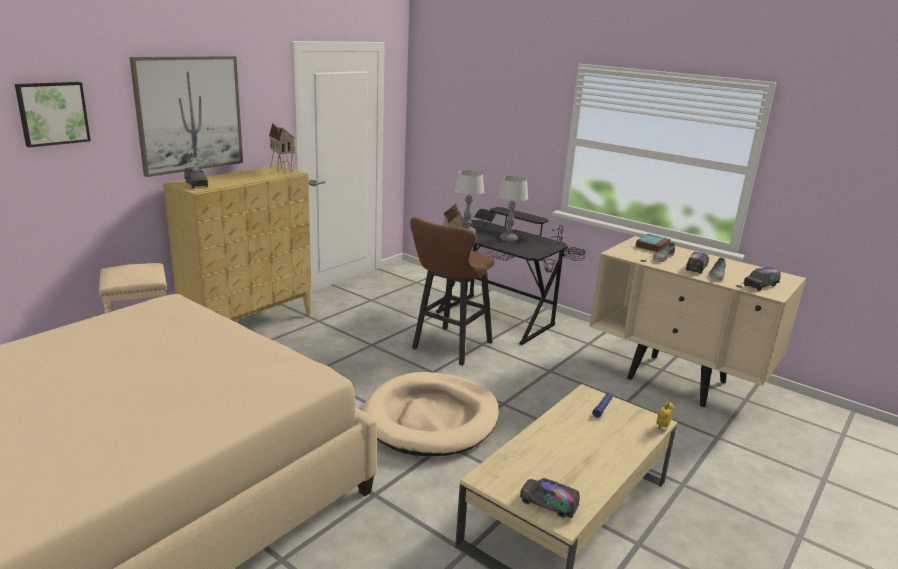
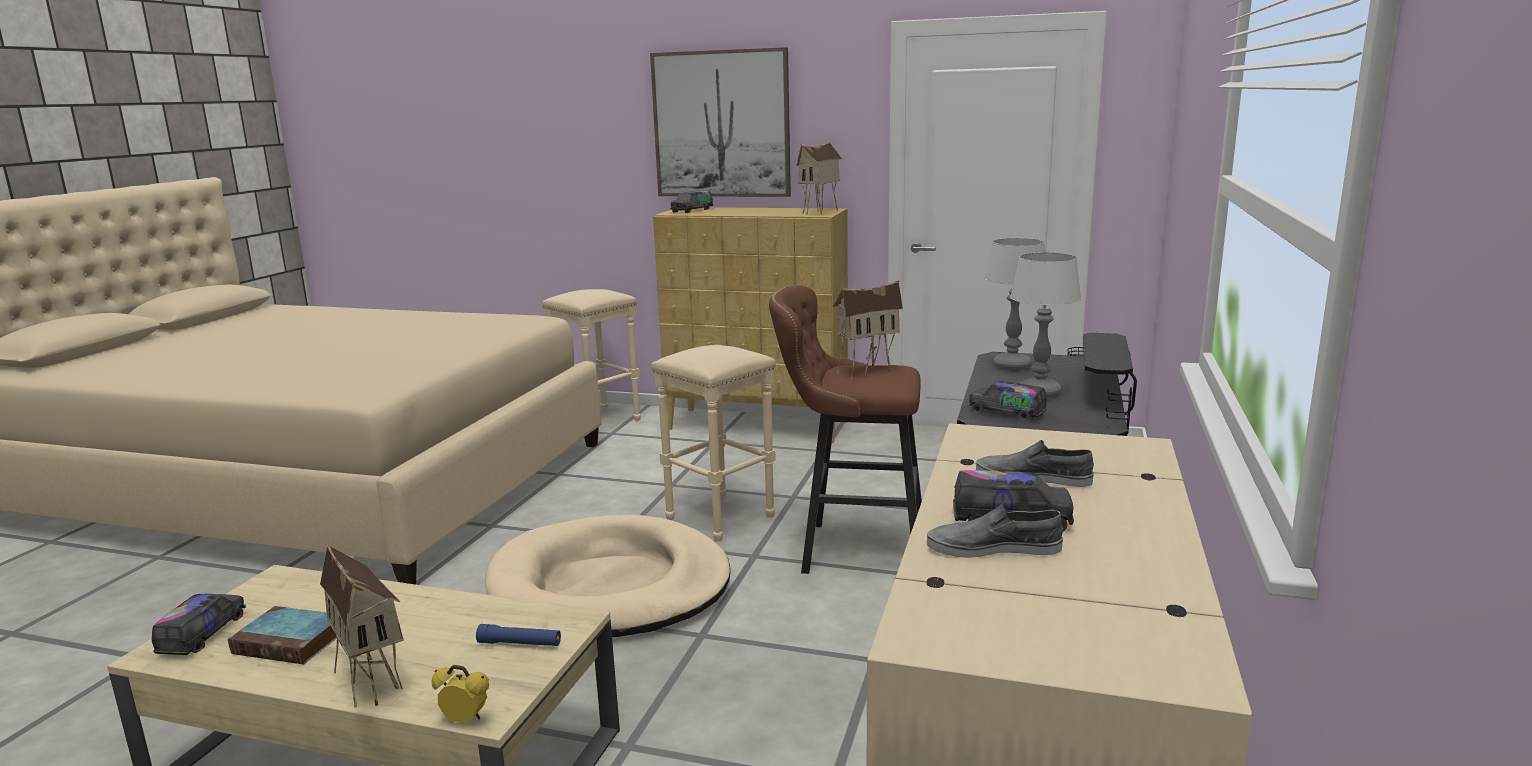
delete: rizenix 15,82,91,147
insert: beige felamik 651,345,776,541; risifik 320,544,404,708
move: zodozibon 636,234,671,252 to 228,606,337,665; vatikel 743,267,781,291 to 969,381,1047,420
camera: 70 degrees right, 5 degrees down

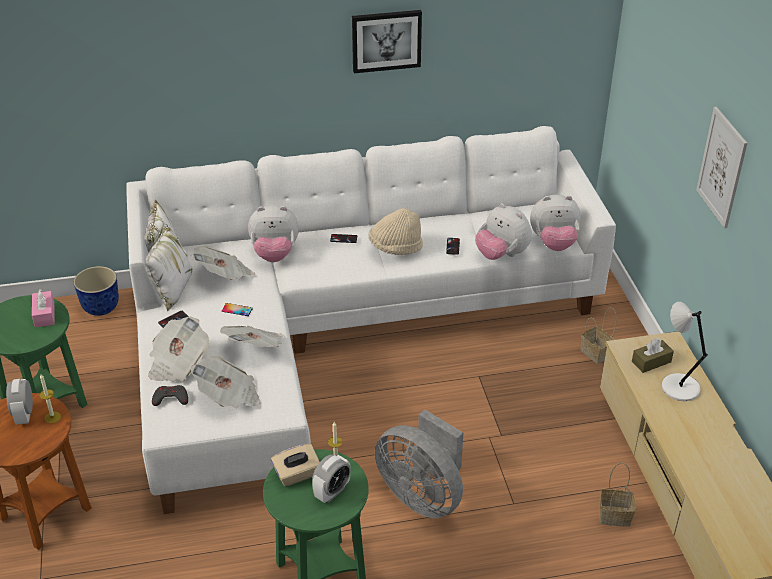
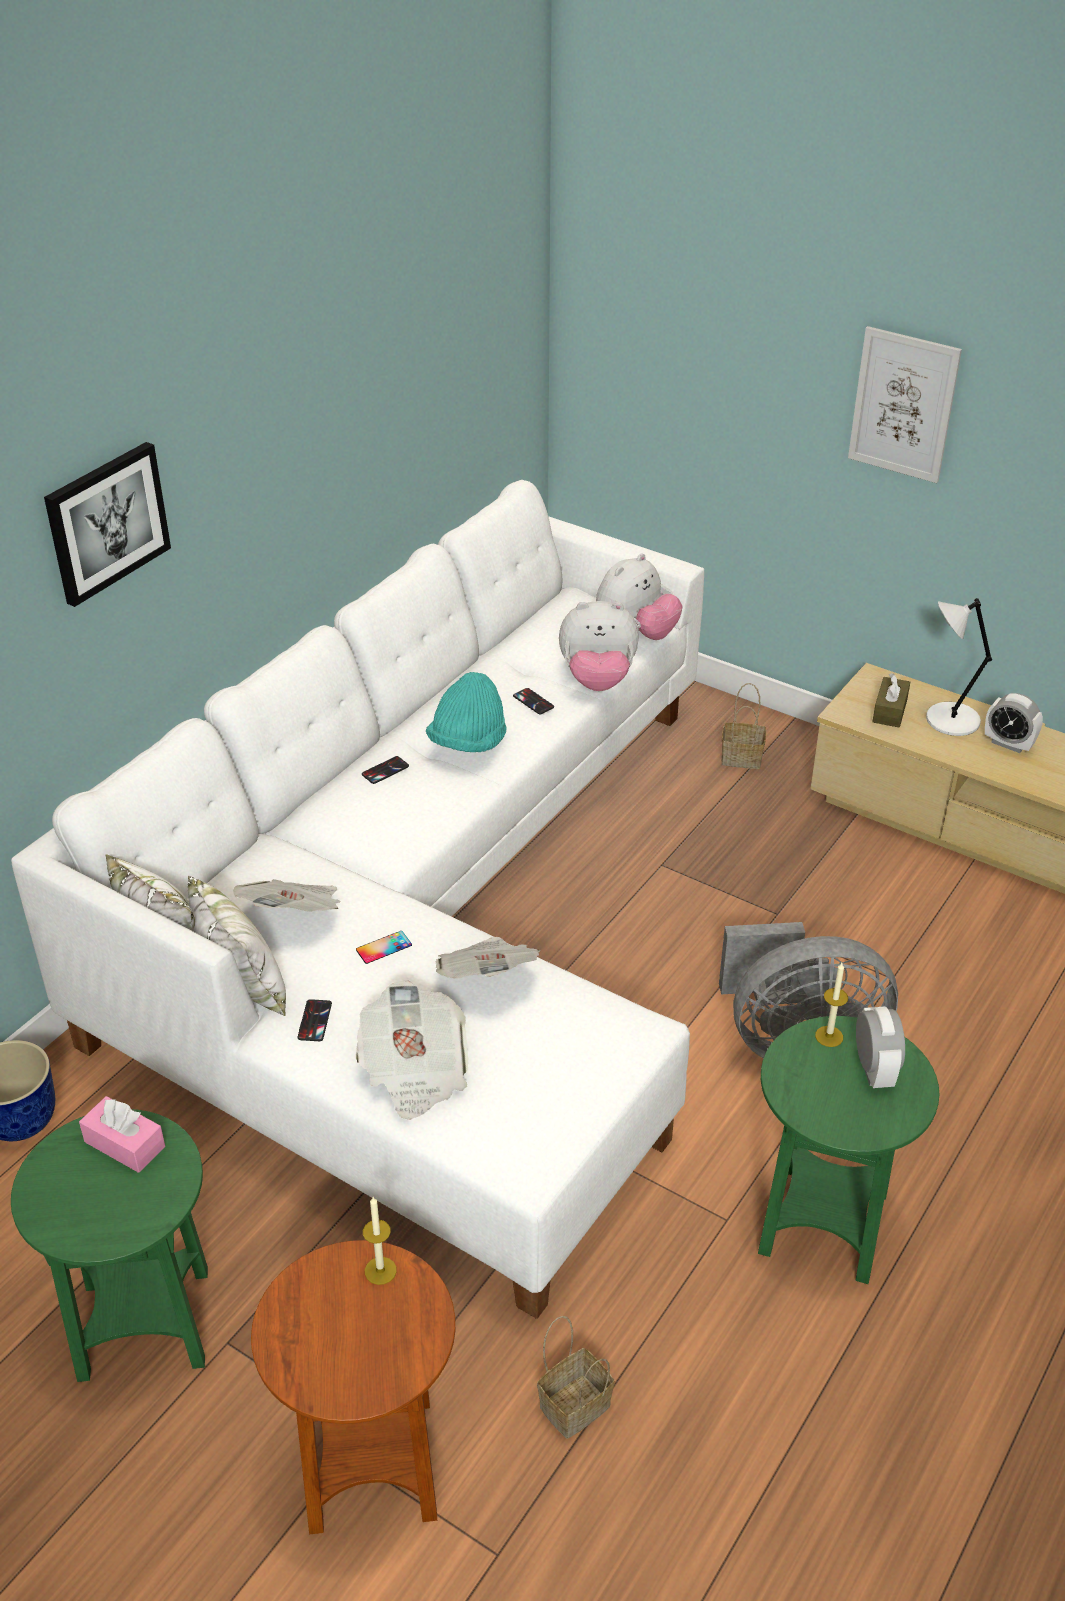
delete: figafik 248,205,299,262; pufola 191,356,261,408; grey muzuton 152,385,188,406; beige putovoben 271,444,320,487
move: rizenix 352,10,422,73 to 44,442,171,607; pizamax 6,379,33,425 to 985,693,1043,753; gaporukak 599,463,635,527 to 537,1316,614,1439
recolor: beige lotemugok 369,208,423,255 to turquoise lotemugok 426,672,507,752
camera: 45 degrees left, 0 degrees up

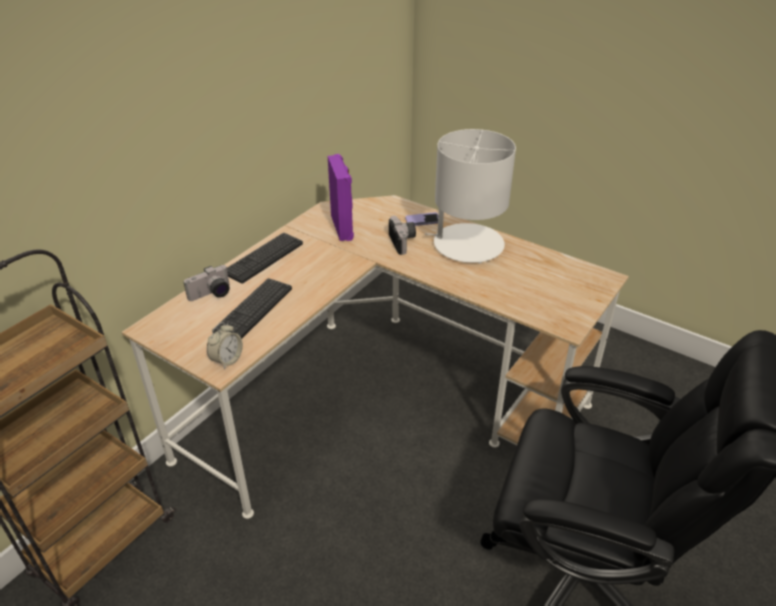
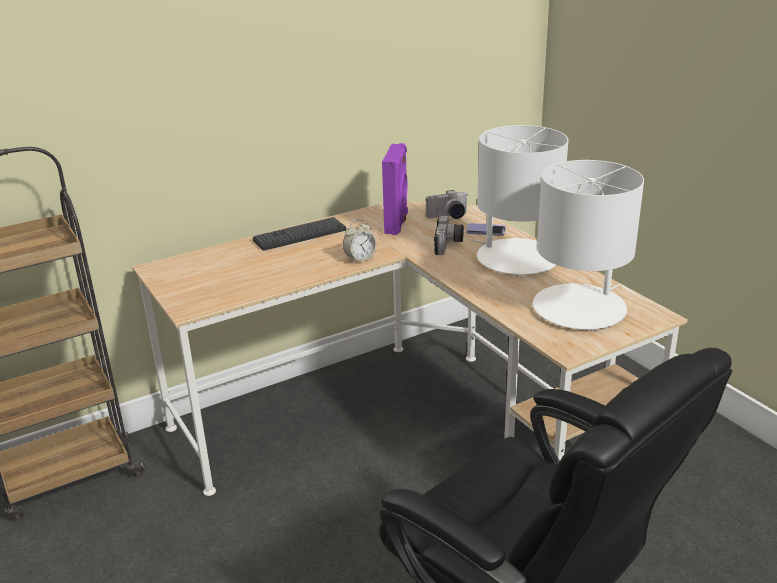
delete: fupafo 212,278,292,339
insert: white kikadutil 533,160,644,332
move: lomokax 184,265,230,301 to 426,190,467,219; pizamax 207,322,243,369 to 343,220,377,264
camera: 25 degrees right, 10 degrees down

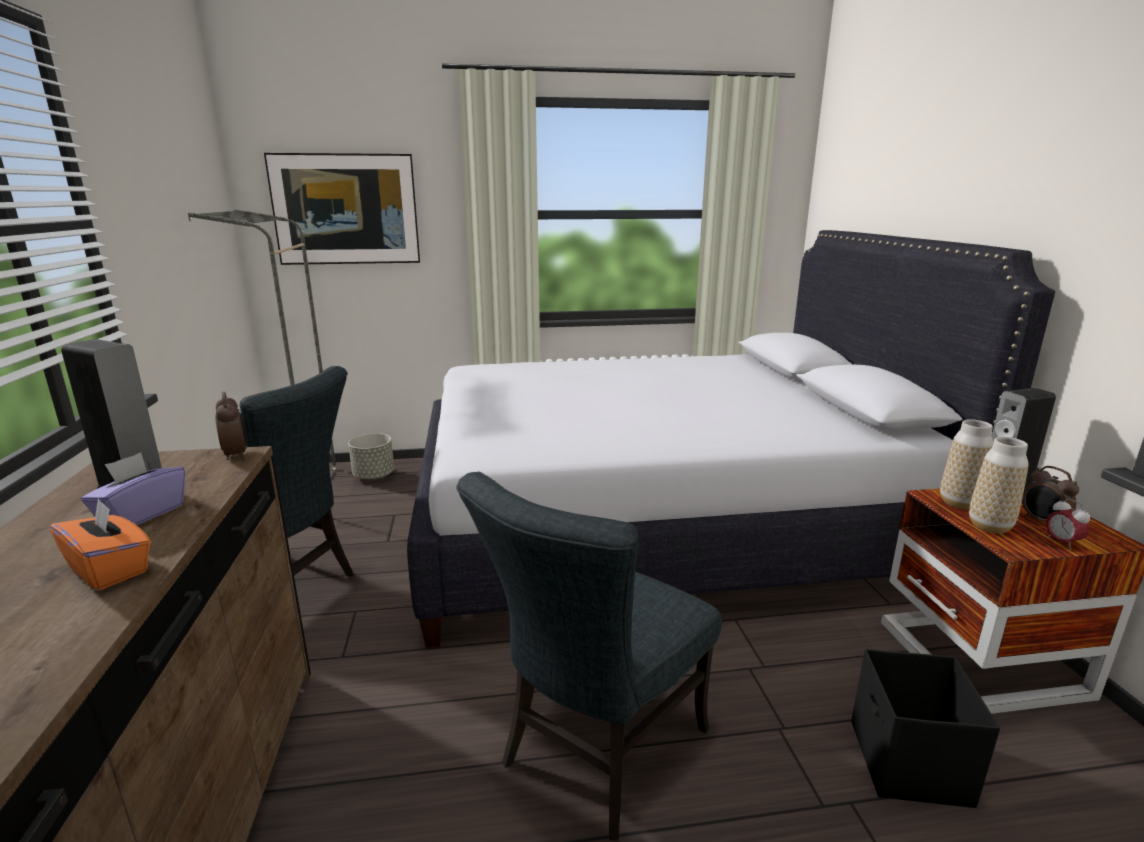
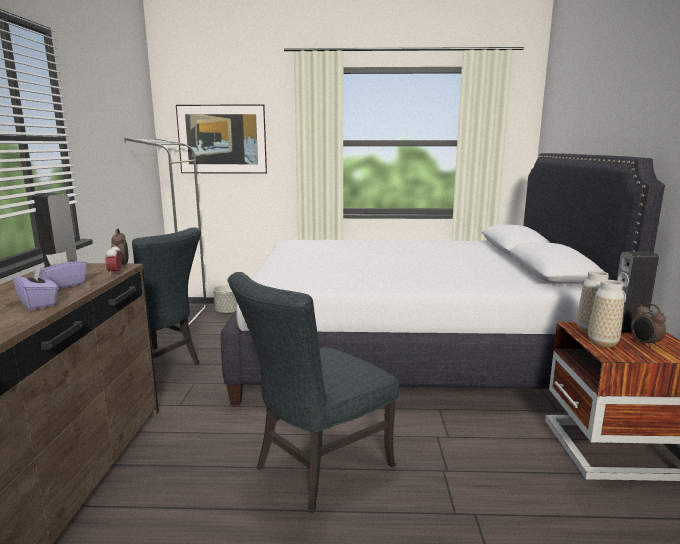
delete: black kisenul 851,649,1000,808
move: pizamax 1046,498,1090,550 to 105,244,122,276
recolor: orange putovoben 50,498,151,591 to purple putovoben 13,267,58,310
camera: 10 degrees right, 5 degrees down

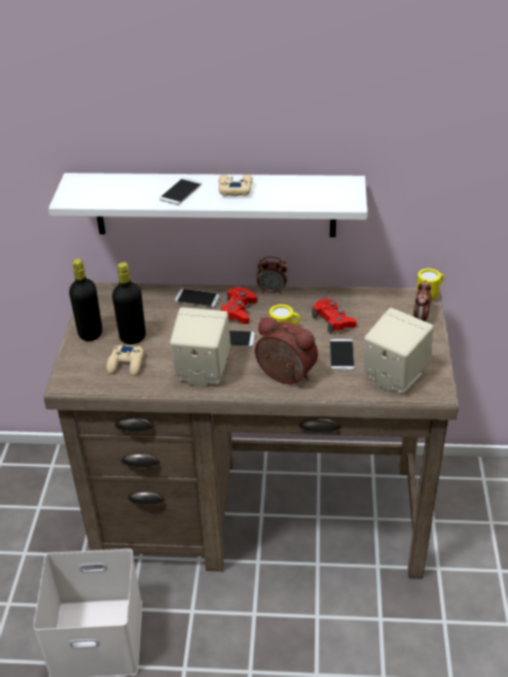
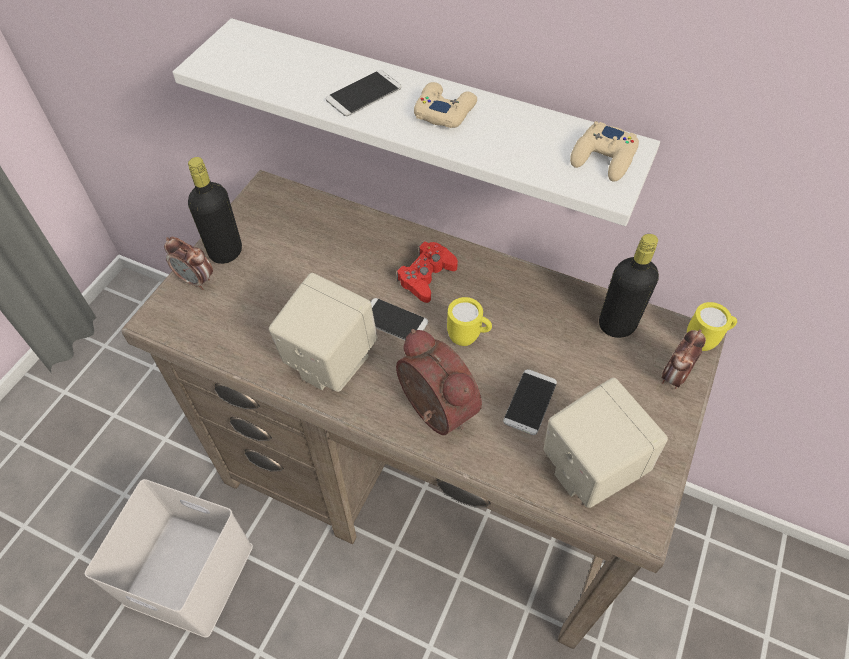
delete: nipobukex 175,289,220,308; red muzuton 312,299,357,334
move: pizamax 257,256,288,294 to 164,236,213,290; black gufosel 112,262,146,344 to 599,234,659,338; beige muzuton 106,345,144,376 to 570,121,639,182
camera: 20 degrees right, 15 degrees up

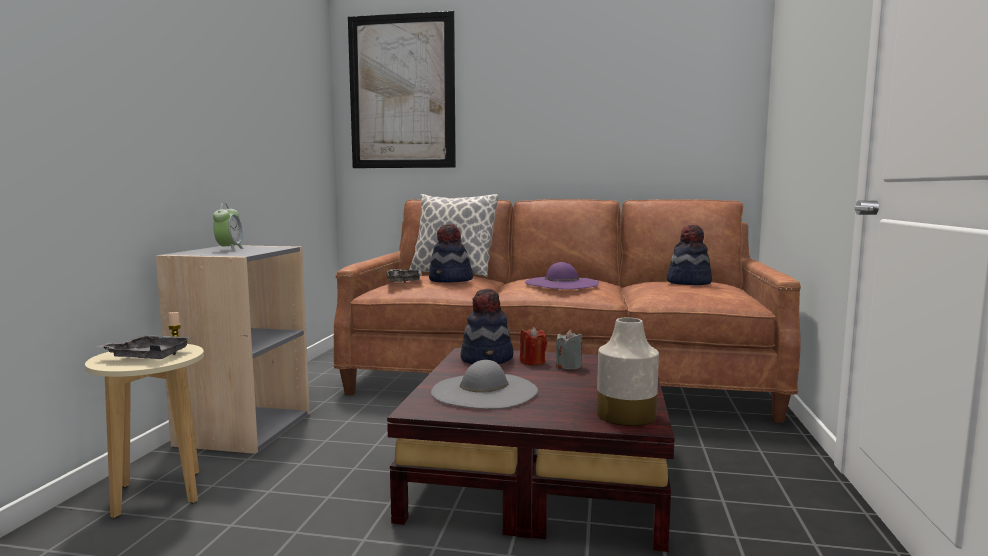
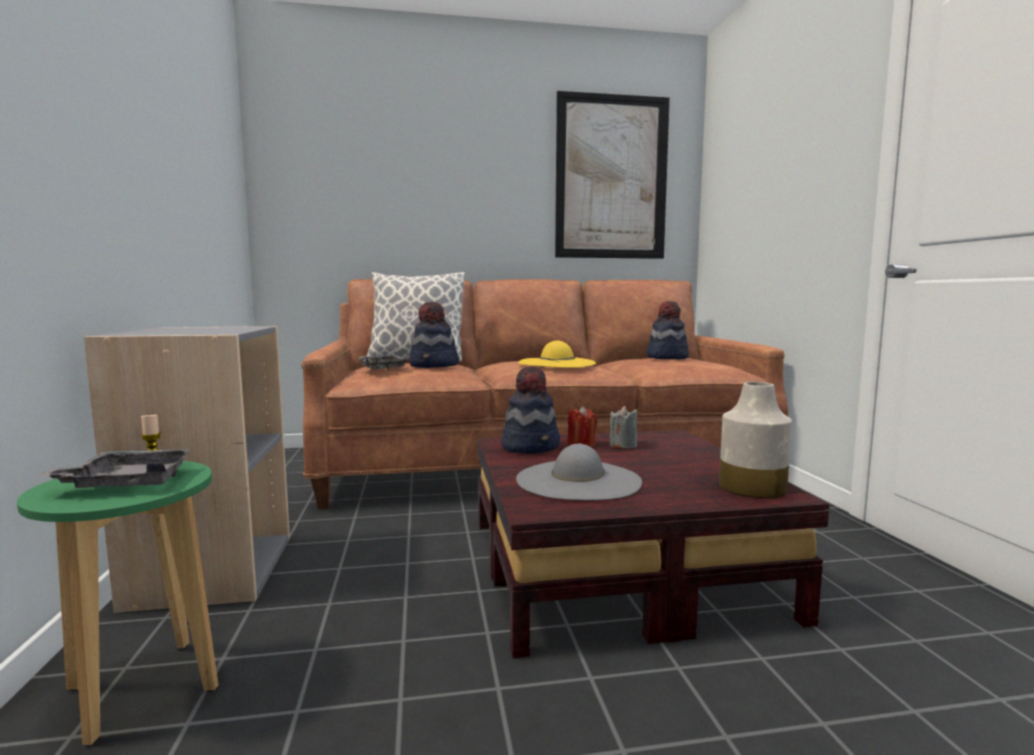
delete: pizamax 213,203,243,251
move: rizenix 348,11,456,168 to 555,91,670,259
recolor: purple lotemugok 525,262,599,289 to yellow lotemugok 518,341,596,368; beige felamik 85,344,204,518 to green felamik 17,461,219,745
camera: 20 degrees left, 0 degrees up

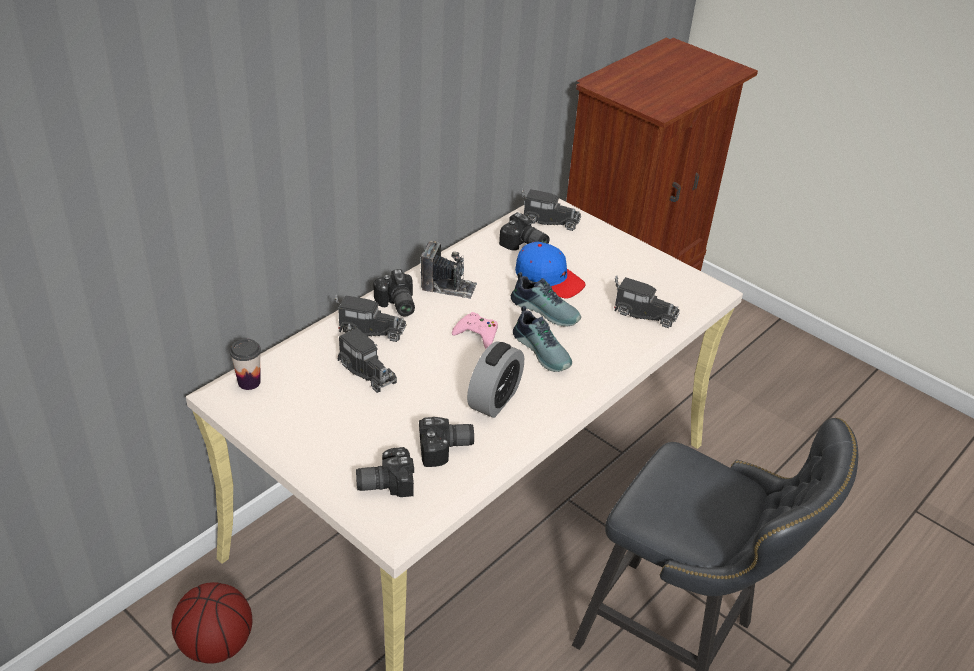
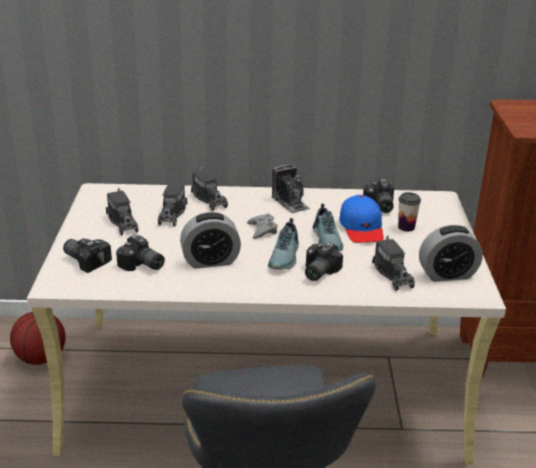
insert: pizamax 419,225,483,282
move: vatikel 521,188,581,231 to 106,188,138,235; lomokax 374,269,415,316 to 305,242,343,281; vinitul 230,339,261,390 to 398,192,421,232
recolor: pink muzuton 452,312,498,349 to grey muzuton 247,214,278,239
camera: 50 degrees right, 10 degrees down

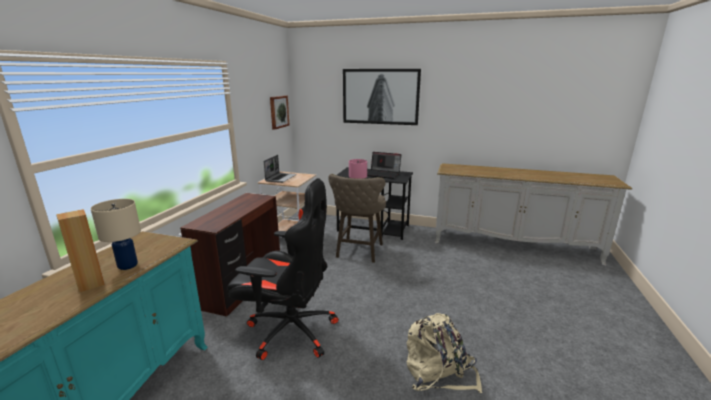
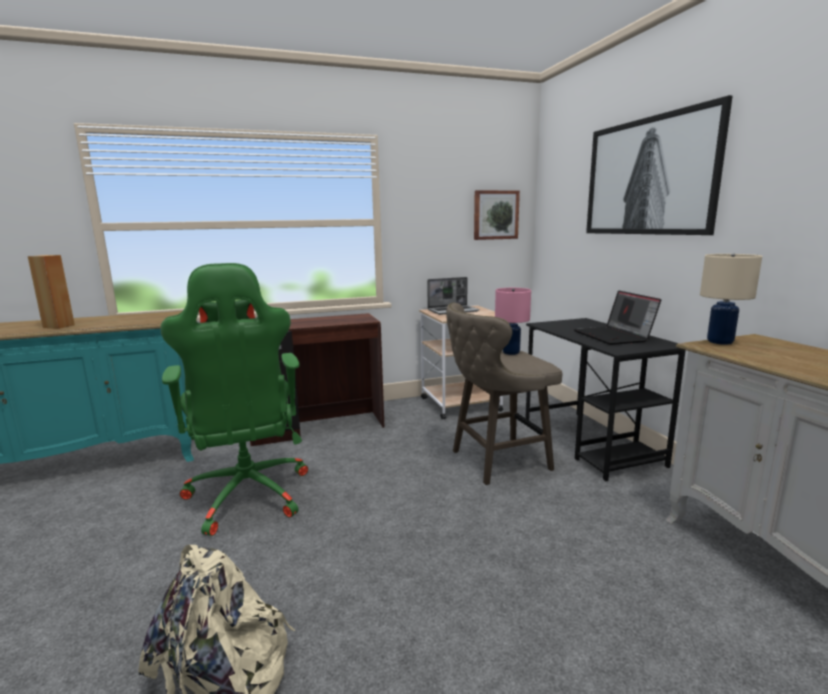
move: beige kikadutil 90,199,141,270 to 700,253,762,345
recolor: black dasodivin 227,178,339,360 to green dasodivin 161,263,308,536
camera: 55 degrees right, 5 degrees down

